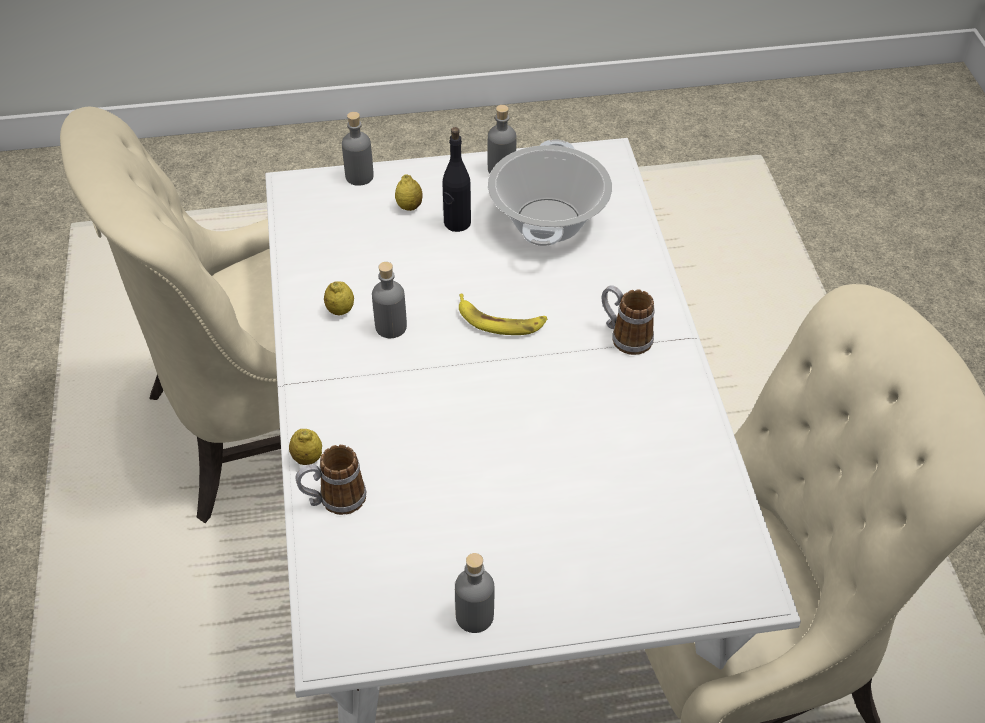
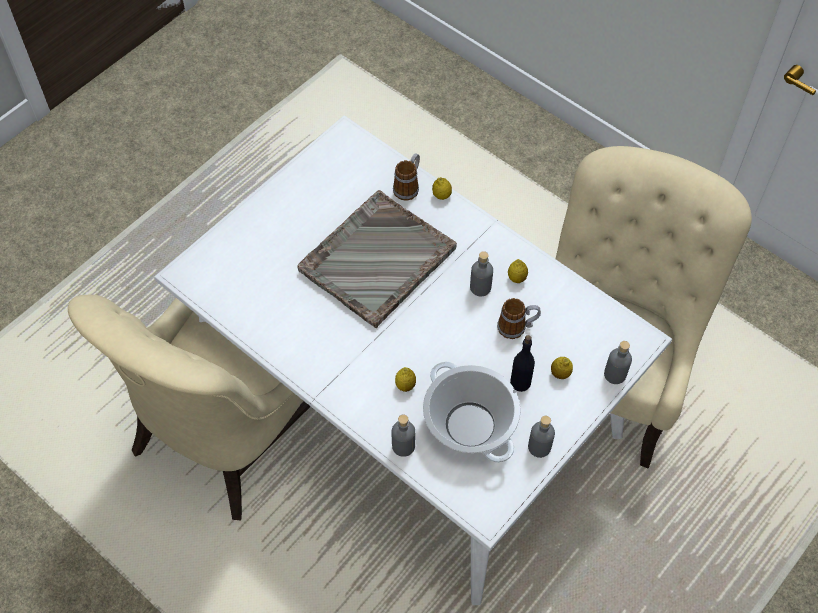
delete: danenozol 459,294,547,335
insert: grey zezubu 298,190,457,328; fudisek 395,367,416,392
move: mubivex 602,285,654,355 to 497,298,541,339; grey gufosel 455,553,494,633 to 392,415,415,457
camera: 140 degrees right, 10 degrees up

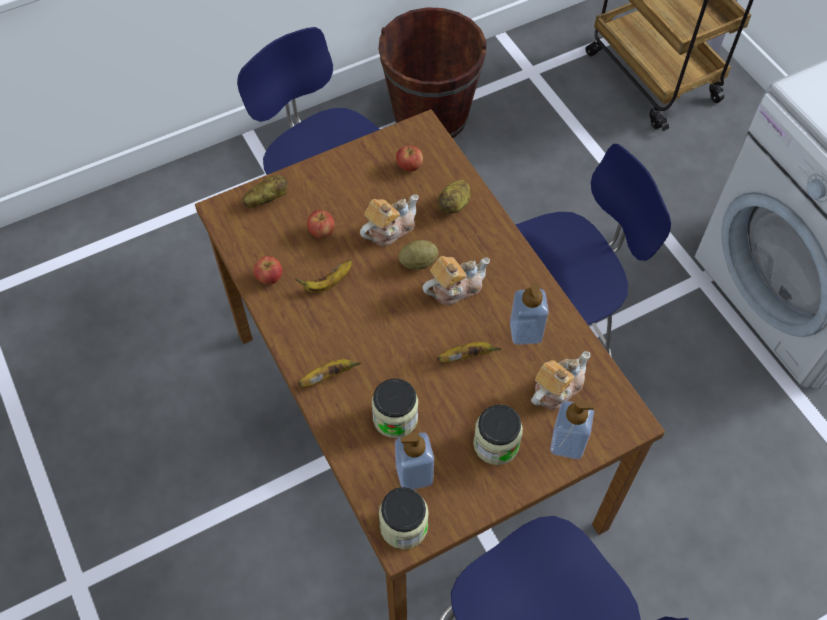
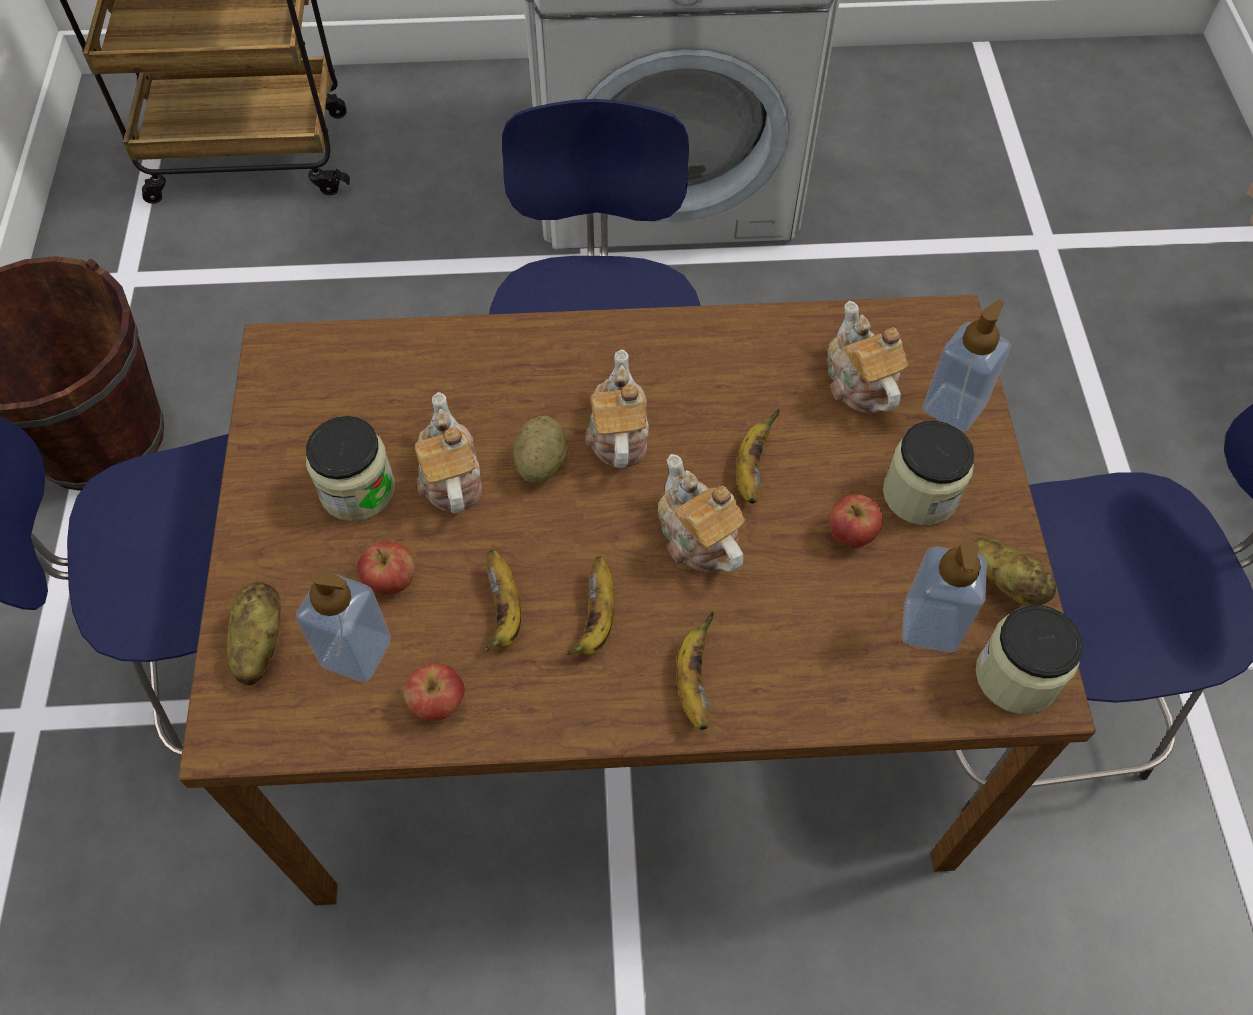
insert: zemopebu 658,454,745,572; danenozol 566,556,615,655
move: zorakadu 396,146,423,171 to 829,494,883,548; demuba 438,180,471,214 to 975,537,1056,607; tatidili 510,282,549,345 to 296,568,391,682; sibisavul 372,379,418,438 to 306,416,395,521
camera: 65 degrees left, 0 degrees up

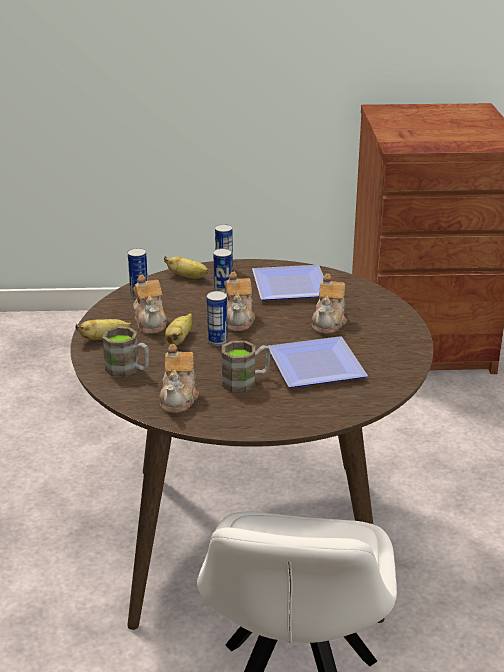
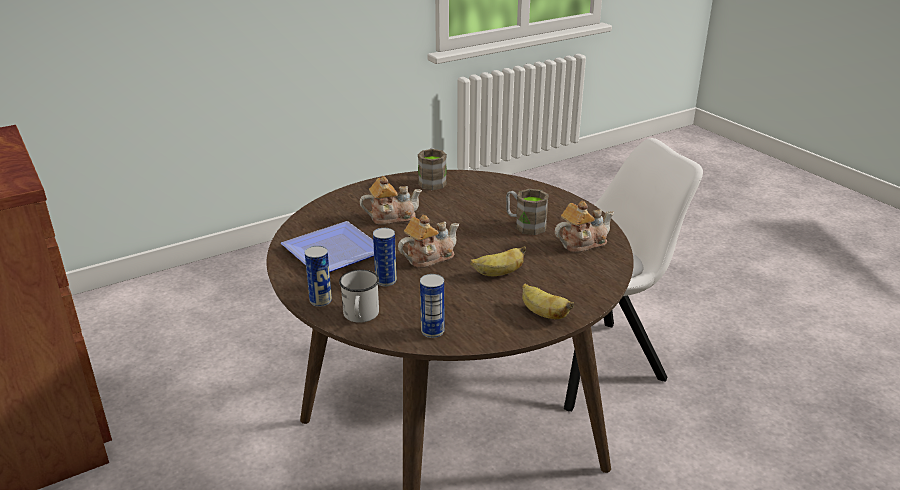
delete: zemopebu 133,275,167,334; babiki 207,291,228,346; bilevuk 268,336,368,388
move: brown mubivex 102,326,149,377 to 418,148,447,190
replace: danenozol 164,256,209,279 to white mubivex 339,270,379,323
camera: 120 degrees left, 0 degrees up

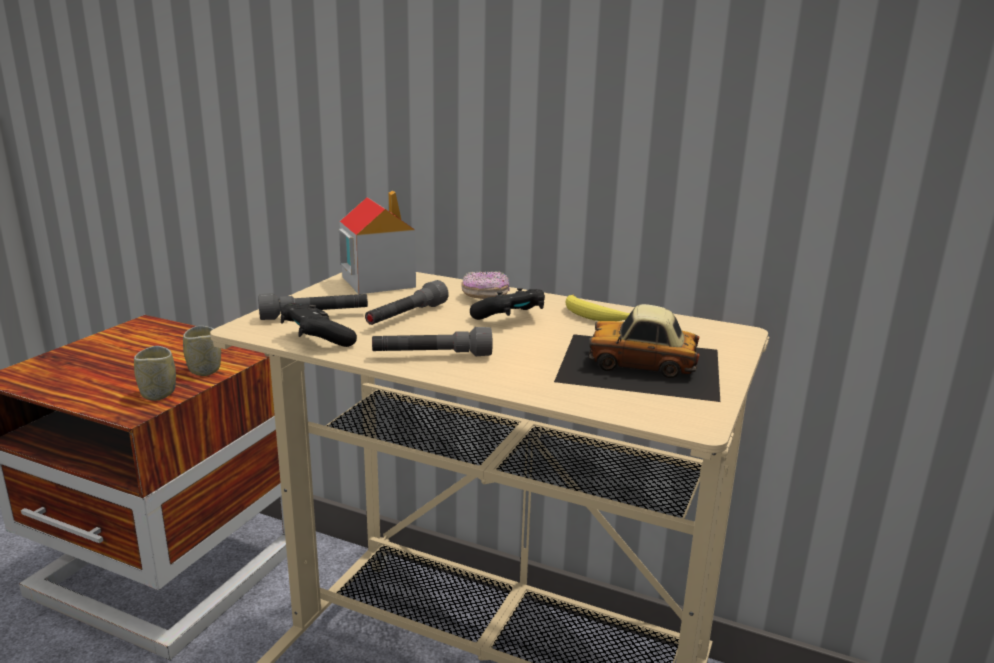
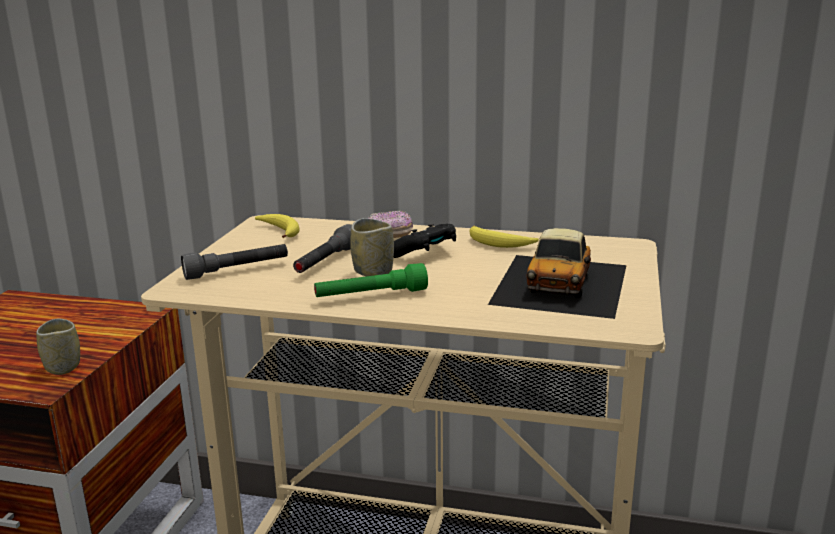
delete: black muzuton 281,303,357,347
move: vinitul 183,326,221,376 to 350,218,394,276
replace: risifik 339,191,416,294 to danenozol 255,214,300,238
recolor: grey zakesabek 372,327,493,356 to green zakesabek 314,263,428,297
rotate: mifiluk 554,304,720,402 = 488,228,627,319 75 degrees counterclockwise
camera: 10 degrees left, 0 degrees up

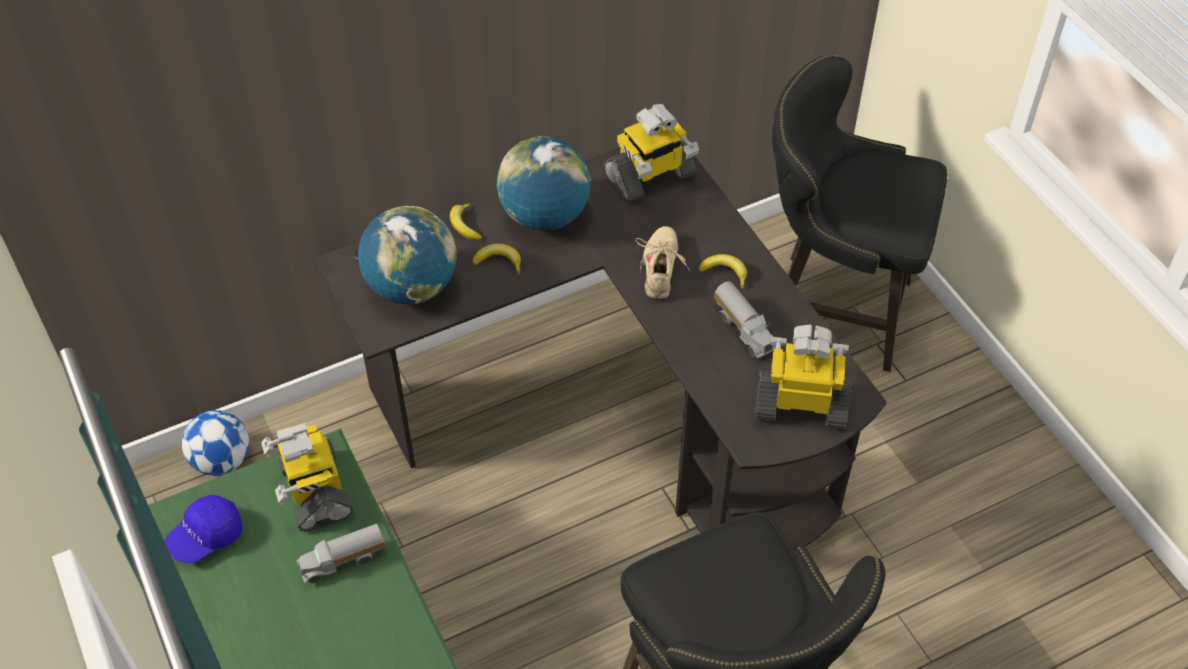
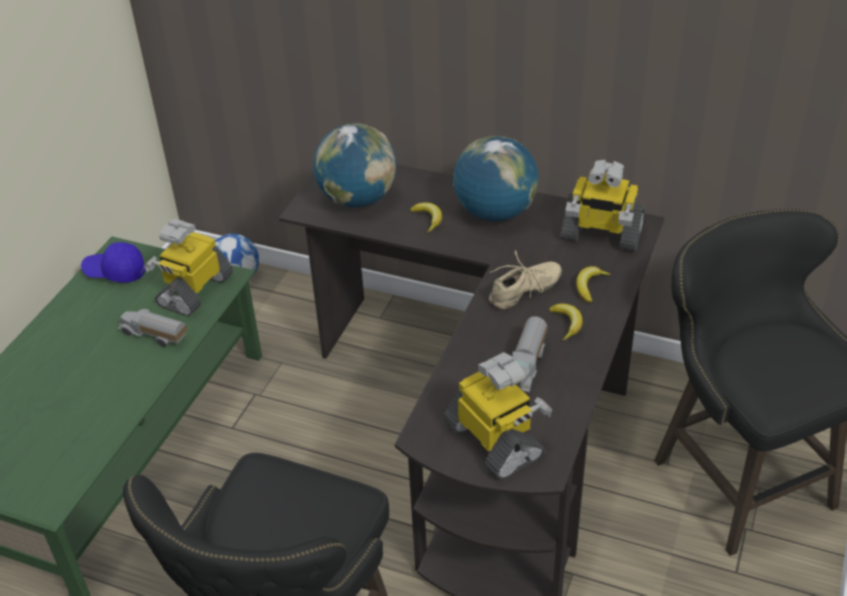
move: danenozol 450,203,482,240 to 576,266,611,303
camera: 50 degrees right, 10 degrees down

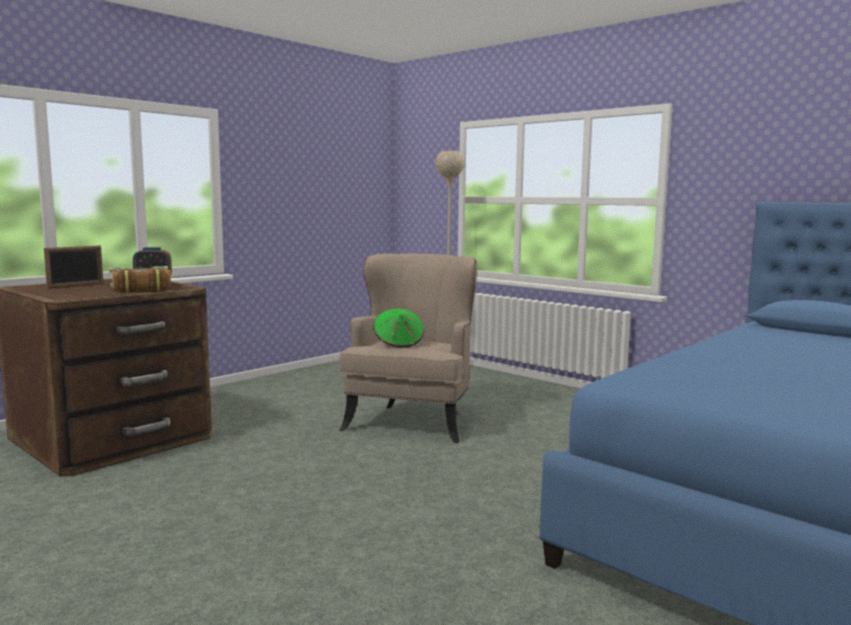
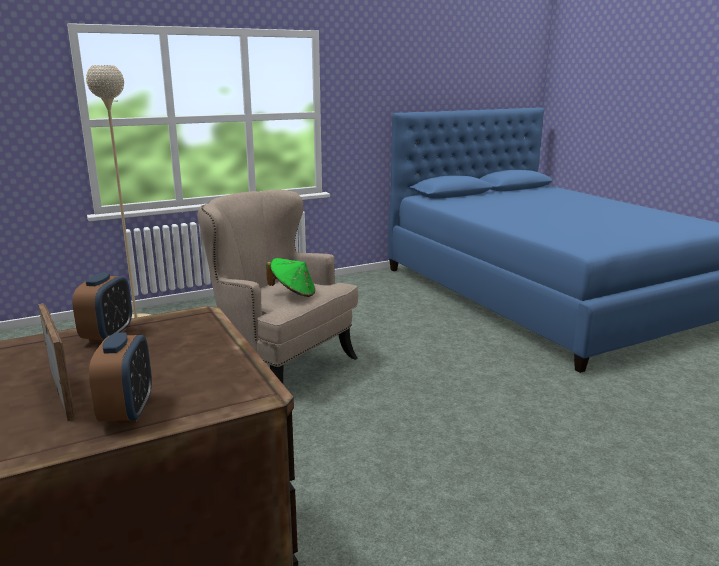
delete: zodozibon 109,266,171,293
insert: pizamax 89,332,152,424
camera: 70 degrees left, 10 degrees up

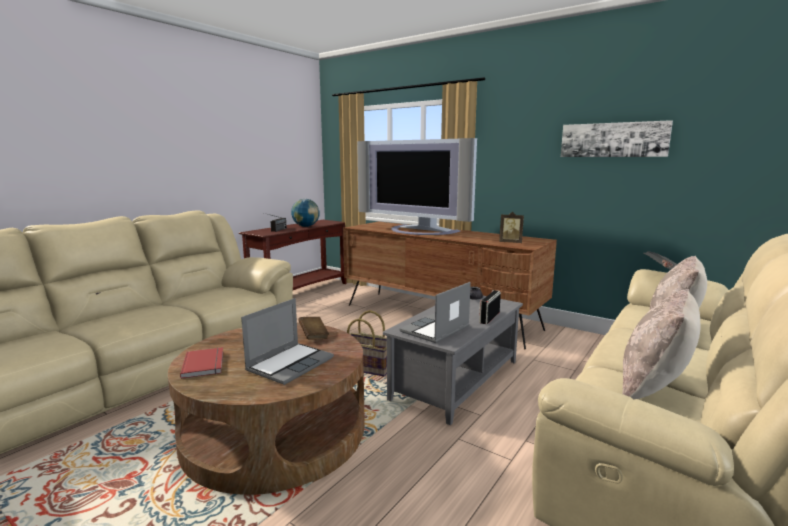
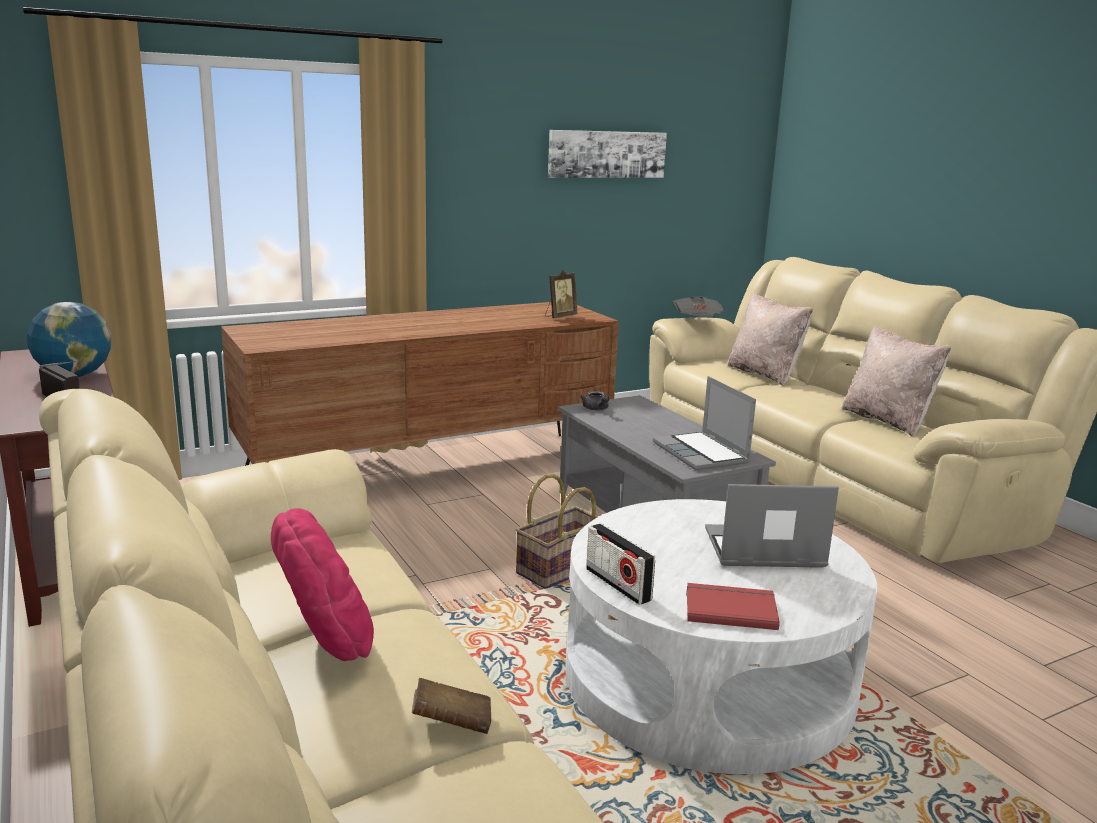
delete: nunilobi 357,138,477,235
insert: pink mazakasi 271,508,374,661
move: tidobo 479,290,501,324 to 586,524,655,605; brown zodozibon 298,317,329,339 to 412,678,491,734
recolor: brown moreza 168,323,365,495 to white moreza 565,499,878,774
rotate: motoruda 241,298,334,385 = 705,484,839,568 60 degrees counterclockwise
camera: 65 degrees left, 5 degrees up

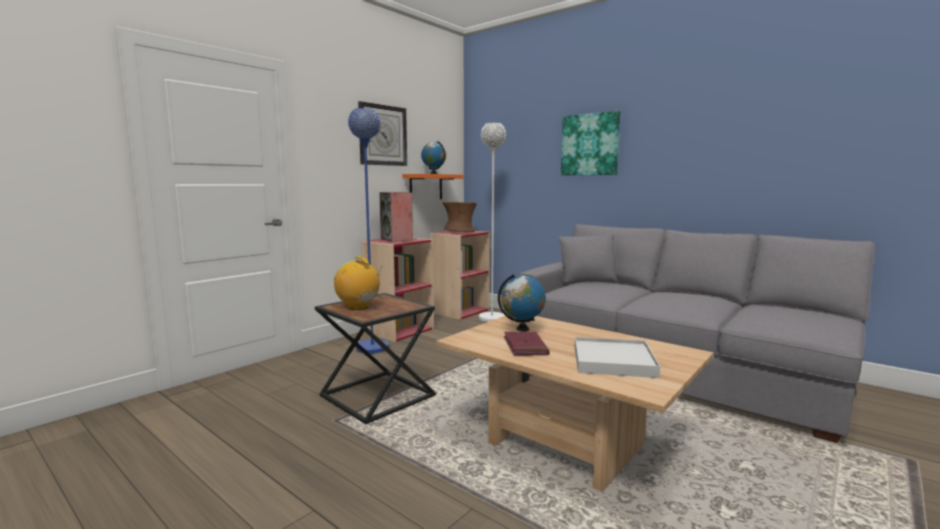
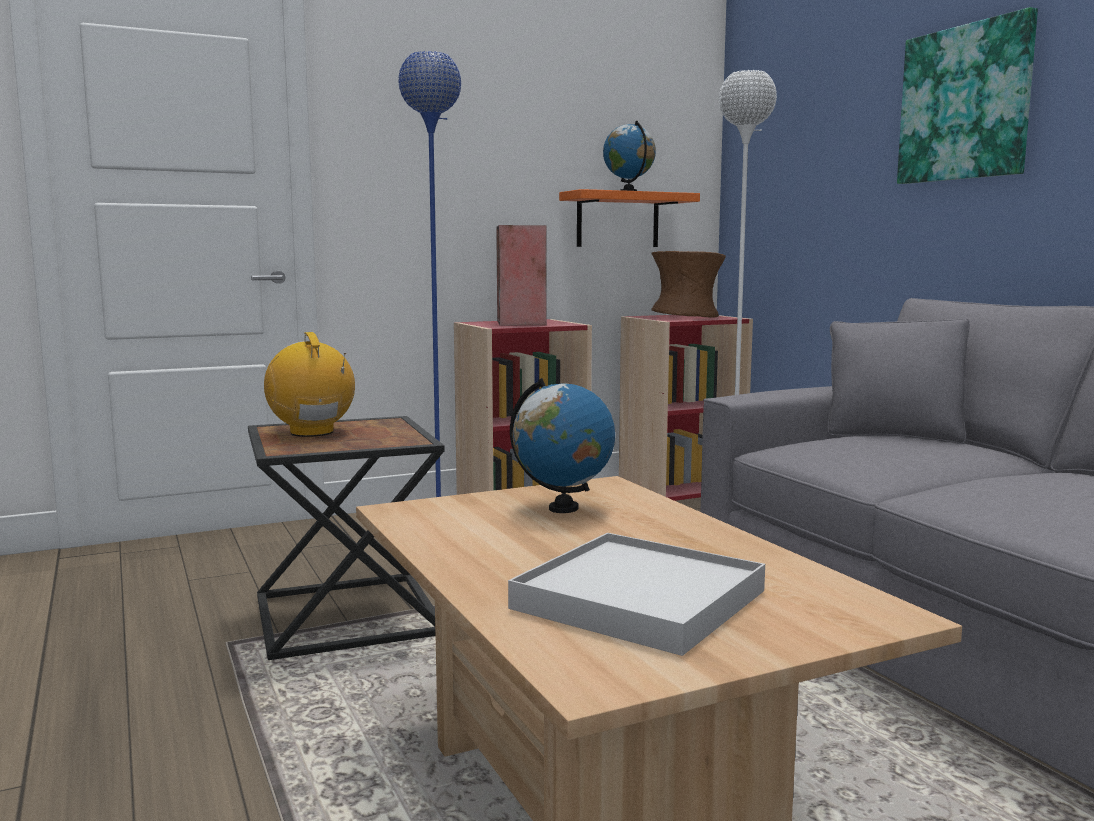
delete: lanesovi 358,101,407,166; red zodozibon 504,332,550,356
camera: 25 degrees right, 0 degrees up

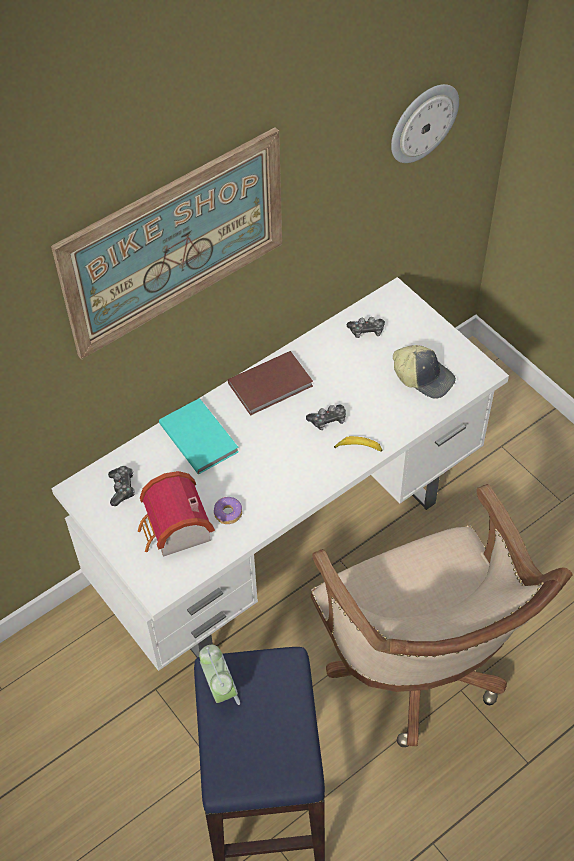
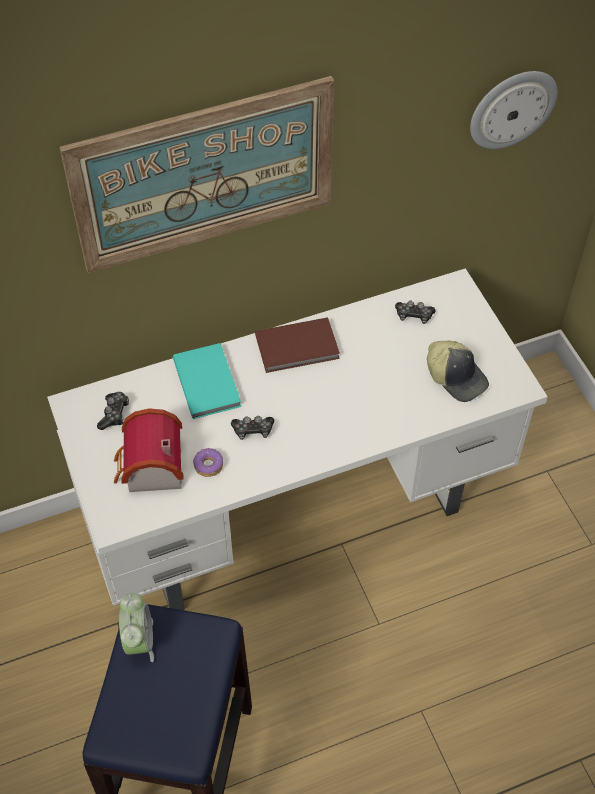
delete: danenozol 334,436,382,452; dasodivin 311,484,572,747
move: muzuton 306,404,346,430 to 231,416,274,440
camera: 15 degrees right, 0 degrees up

